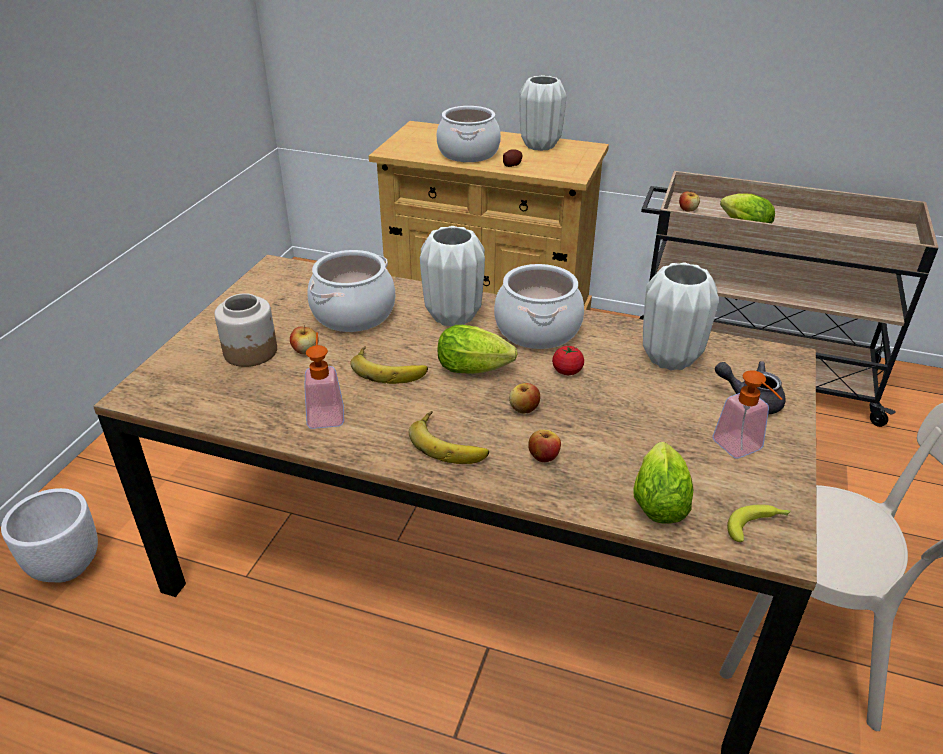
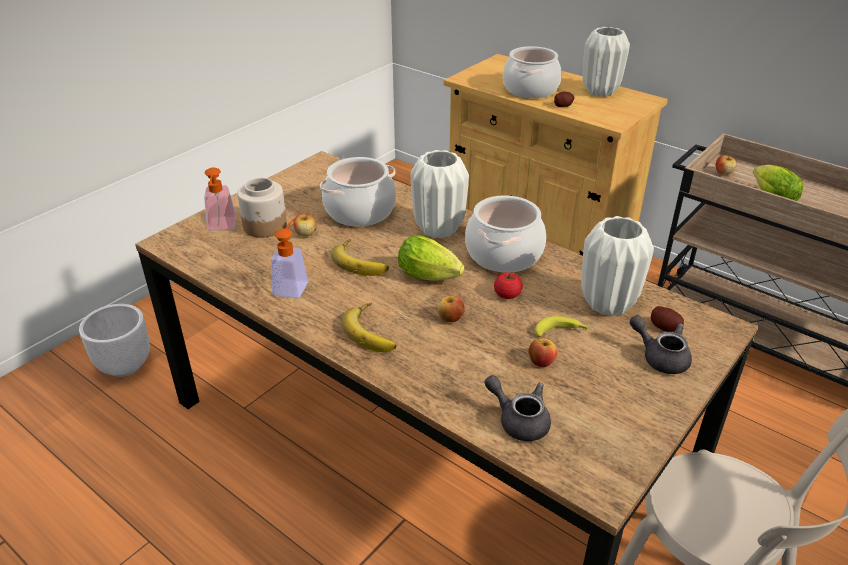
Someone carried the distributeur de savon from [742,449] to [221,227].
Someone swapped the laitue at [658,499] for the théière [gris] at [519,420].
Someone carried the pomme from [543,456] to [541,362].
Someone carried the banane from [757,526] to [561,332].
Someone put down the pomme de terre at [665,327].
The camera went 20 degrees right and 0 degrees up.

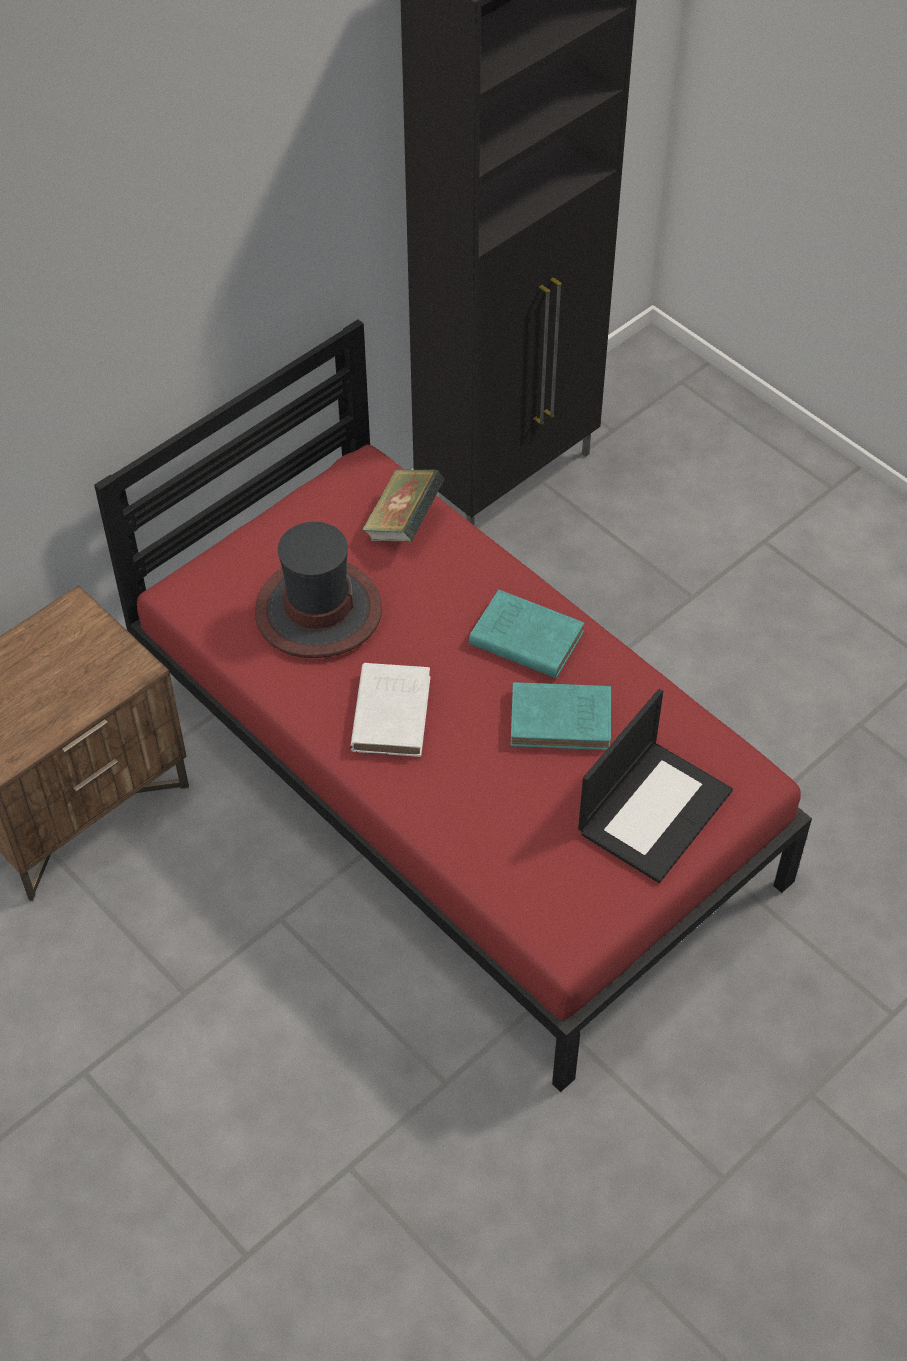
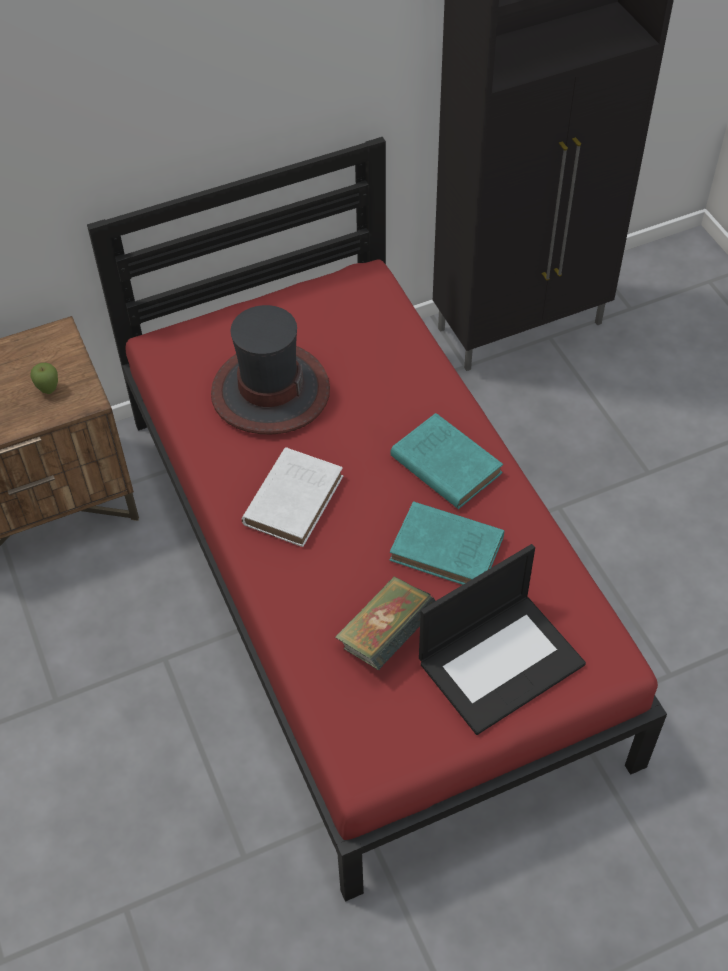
Someone put down the pomme at [49,390].
Someone carried the livre from [404,523] to [386,637].
The camera went 20 degrees right and 0 degrees up.

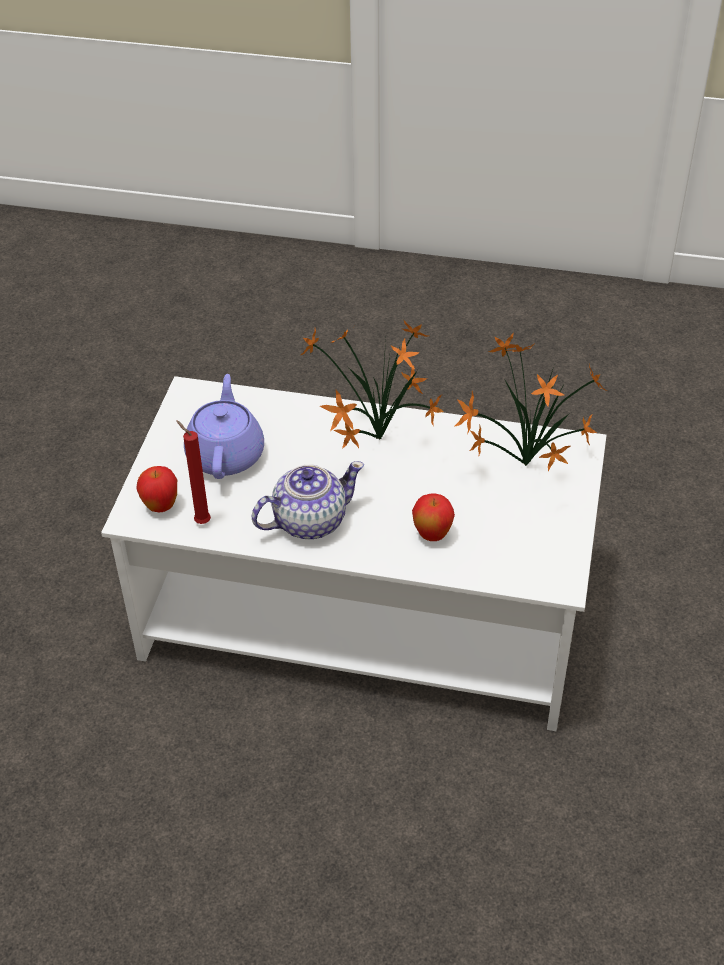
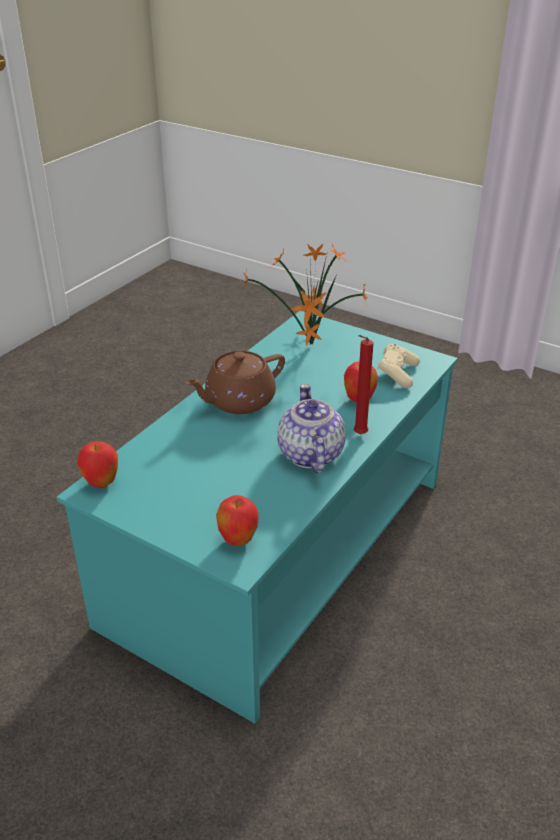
Someone repainted the table basse [blanc] at [361,610], which became the table basse [turquoise] at [278,551].
Someone put down the pomme at [101,483].
Someone swapped the plante en pot at [376,441] for the théière [marron] at [238,401].
Someone carried the bougie [rouge] from [200,521] to [358,435].
Someone put down the manette [beige] at [397,374].
Someone took away the théière [violet] at [226,454].
The camera went 70 degrees left and 10 degrees down.

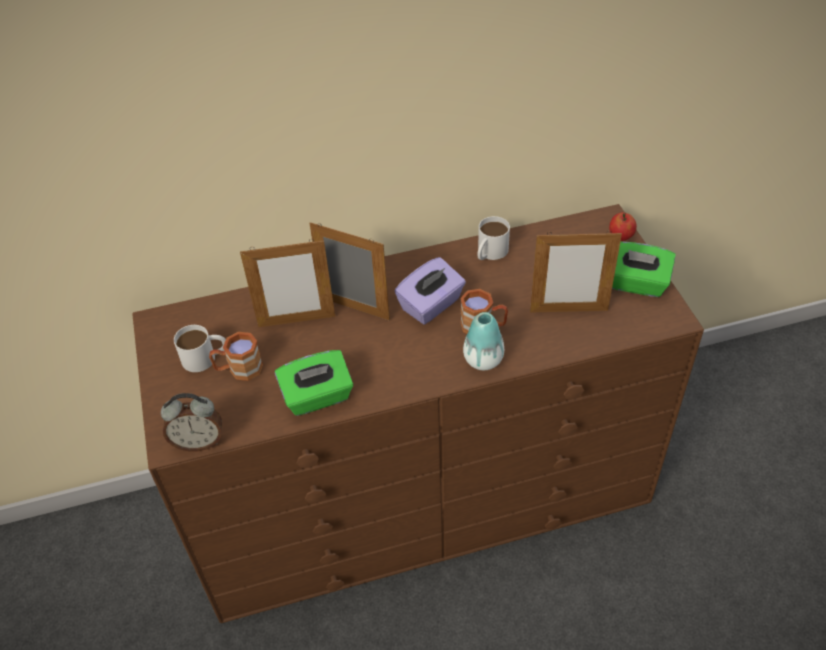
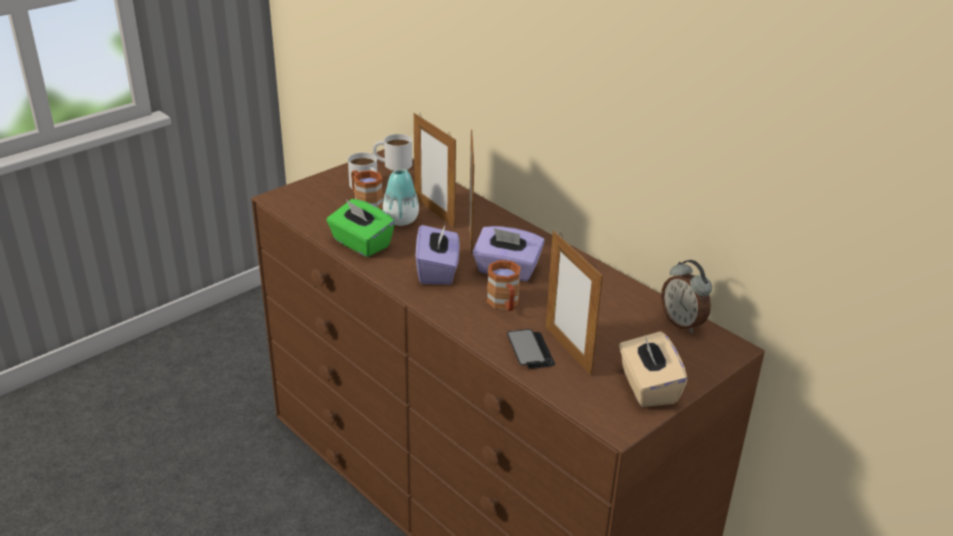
Someone carried the mug [blanc] from [489,253] to [392,164].
Someone carried the vase from [483,360] to [401,220].
Someone put down the boîte à mouchoirs [violet] at [437,271].
Someone put down the téléphone at [530,350].
Someone repainted the boîte à mouchoirs [vert] at [636,284], which became the boîte à mouchoirs [beige] at [647,387].
Someone carried the réveil from [199,442] to [683,323].
Someone took away the pomme at [621,237].
The camera went 60 degrees right and 15 degrees down.

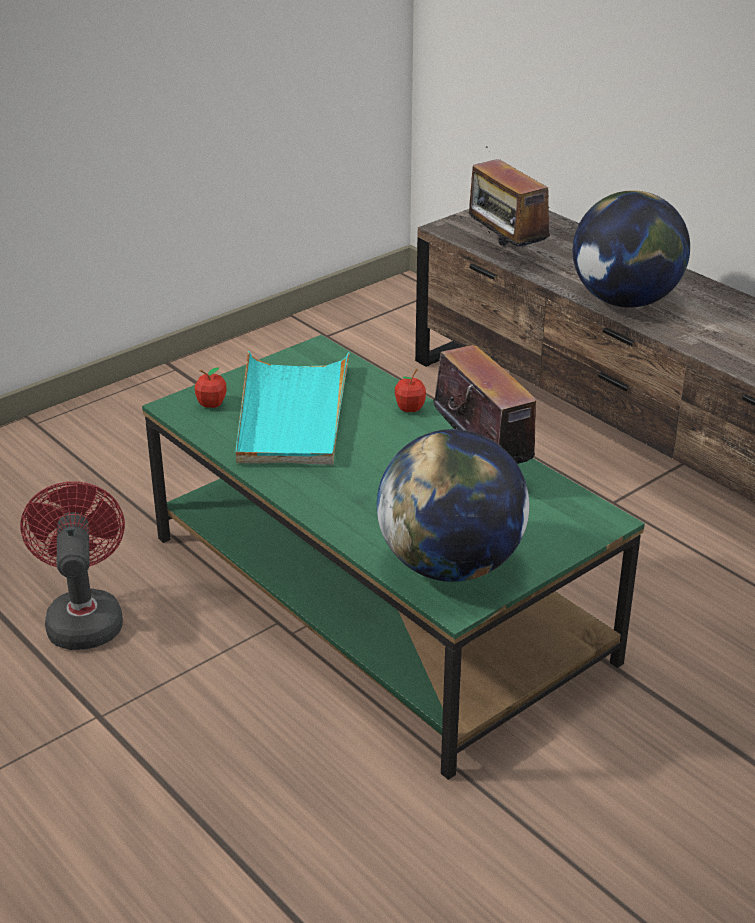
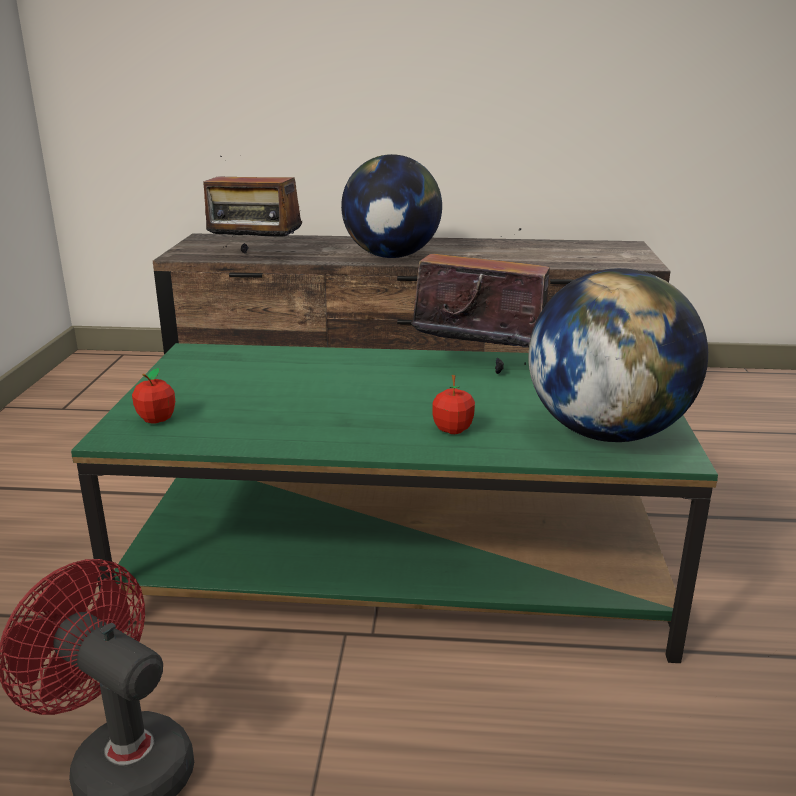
Someone carried the pomme from [410,408] to [452,430].
Someone took away the plateau [turquoise] at [292,414].
The camera went 45 degrees left and 10 degrees down.

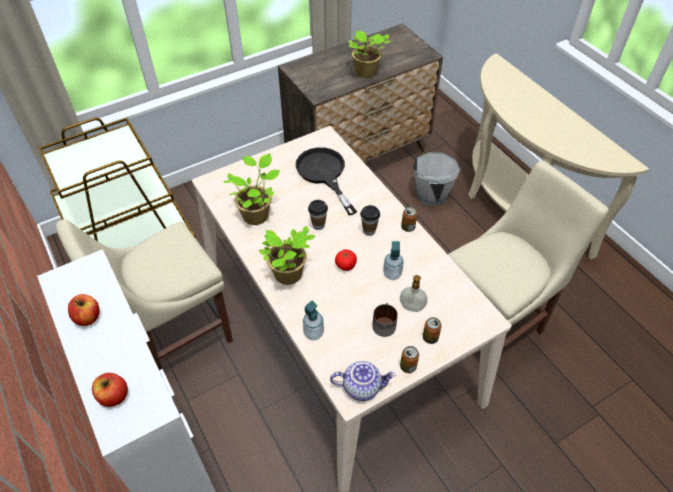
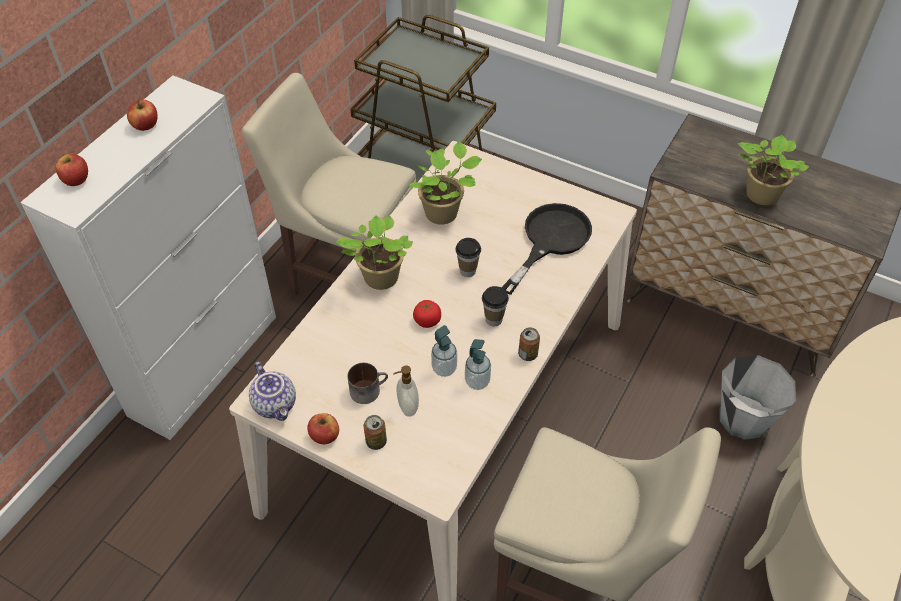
Someone swapped the boîte métallique at [408,366] for the pomme at [324,435].
Someone carried the distributeur de savon from [313,333] to [477,381].
The camera went 60 degrees right and 0 degrees up.

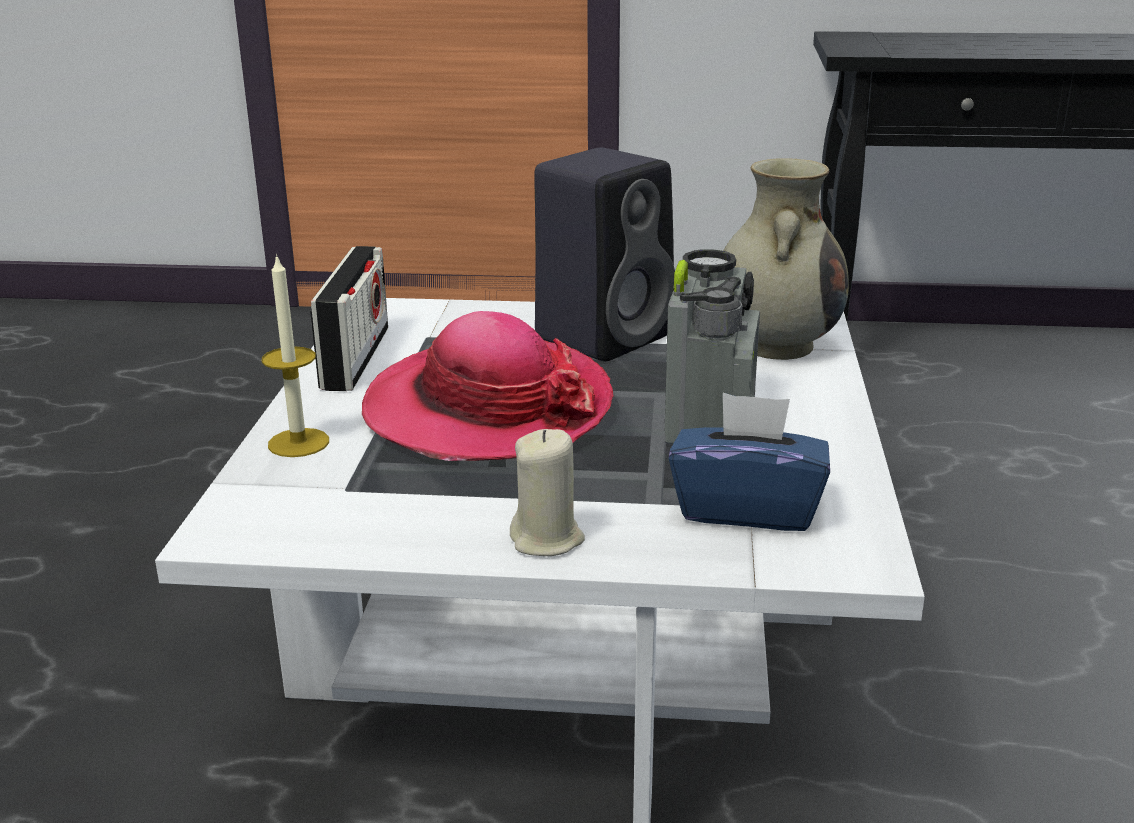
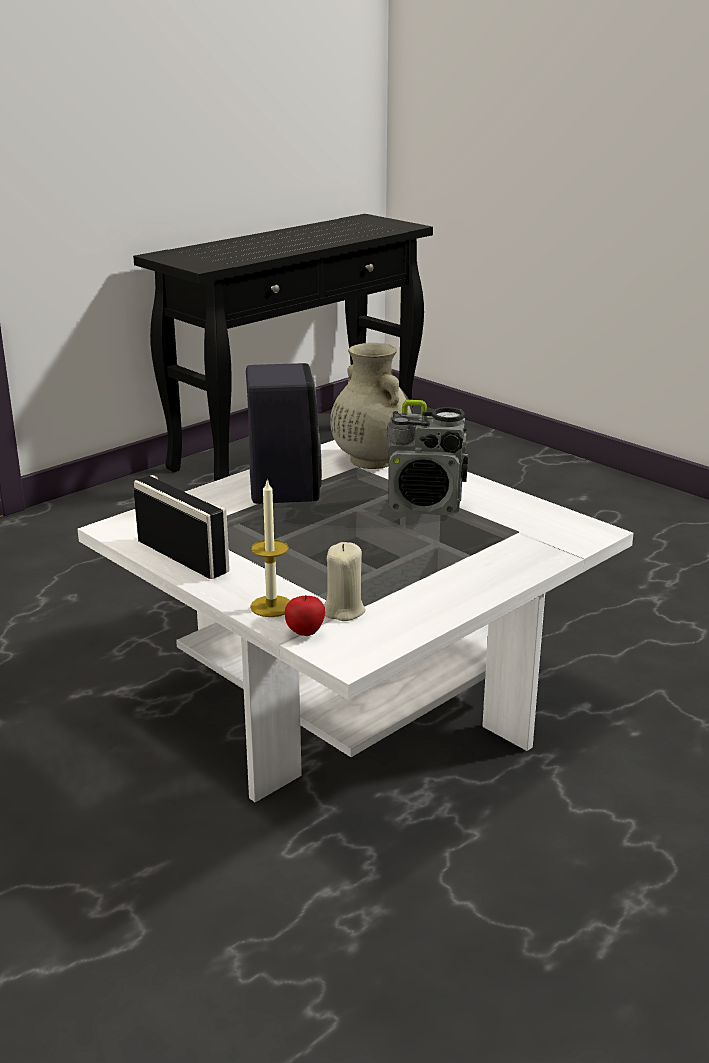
Someone put down the pomme at [305,633].
Someone carried the bougie [beige] from [547,539] to [343,610].
Someone rotated the radio at [710,421] by 135 degrees clockwise.
Someone took away the chapeau at [488,409].
Someone took away the boîte à mouchoirs [bleu] at [747,508].
The camera went 50 degrees left and 0 degrees up.

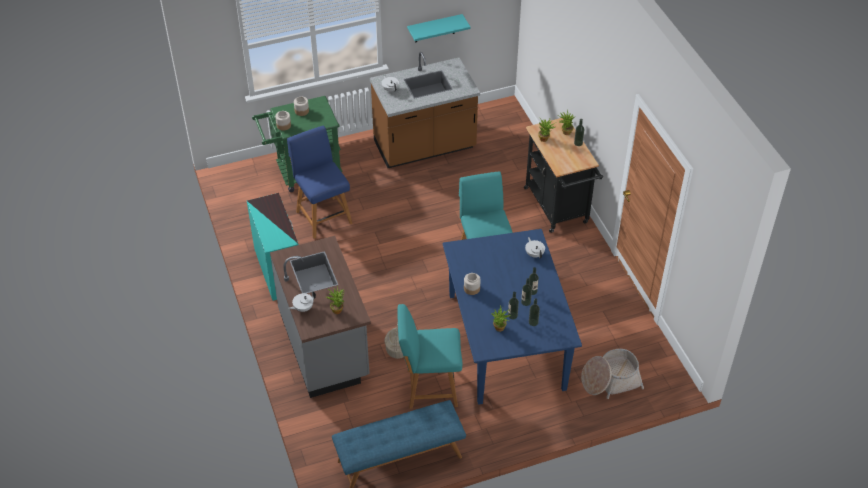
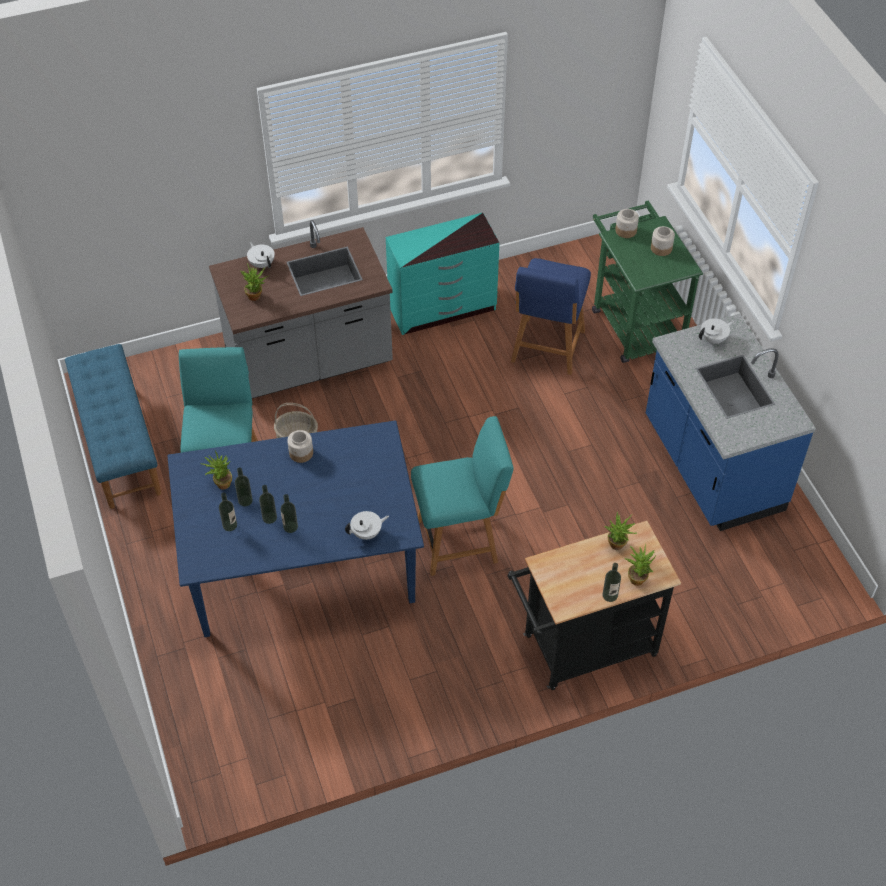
Someone rotated the chaise [bleu] at [323,216] by 135 degrees clockwise.
Someone repainted the comptoir de cuisine [marron] at [425,147], which became the comptoir de cuisine [bleu] at [711,466].
Someone took away the étagère [turquoise] at [435,28].
Someone took away the panier at [610,380].
The camera went 90 degrees right and 5 degrees up.

